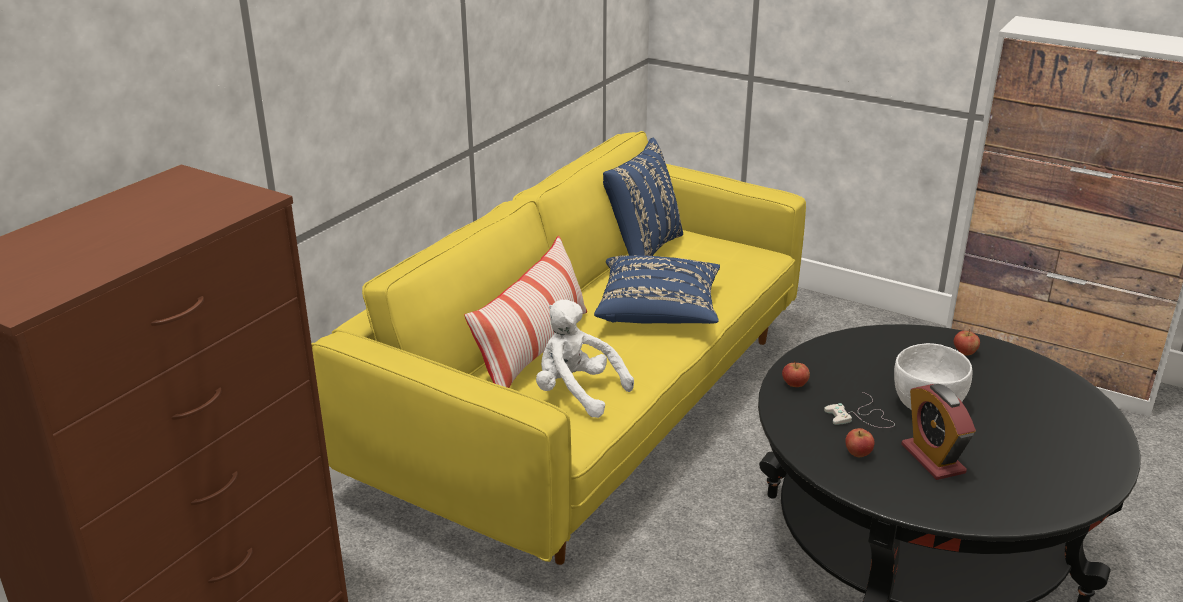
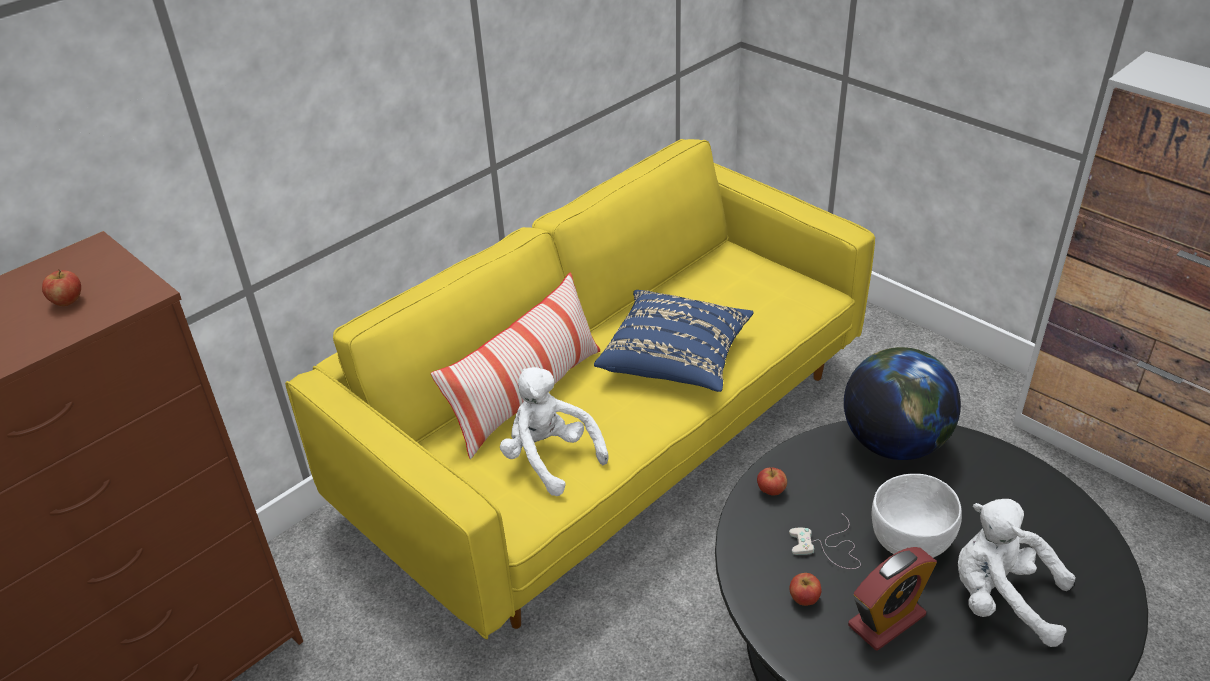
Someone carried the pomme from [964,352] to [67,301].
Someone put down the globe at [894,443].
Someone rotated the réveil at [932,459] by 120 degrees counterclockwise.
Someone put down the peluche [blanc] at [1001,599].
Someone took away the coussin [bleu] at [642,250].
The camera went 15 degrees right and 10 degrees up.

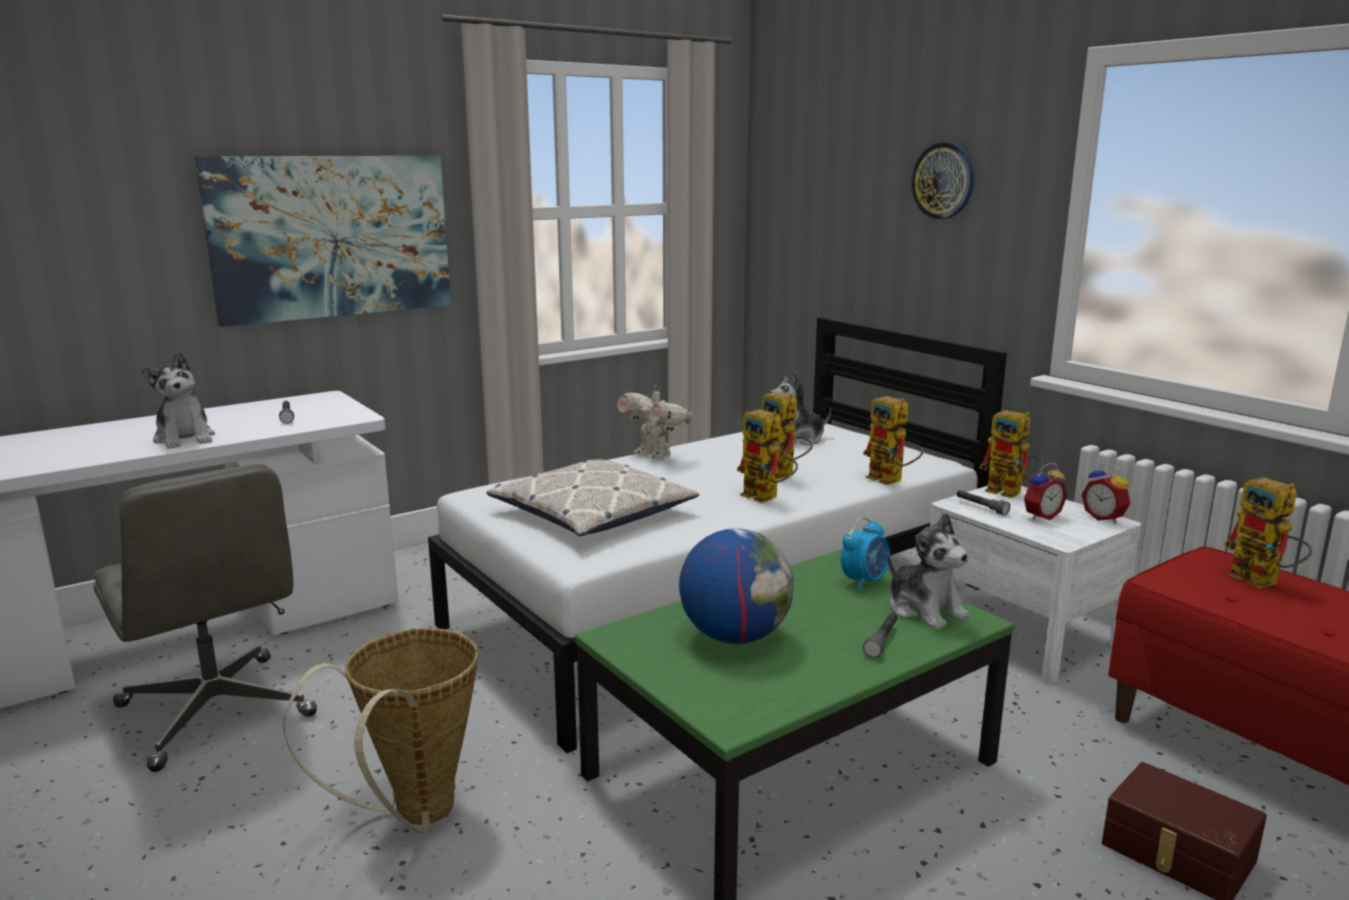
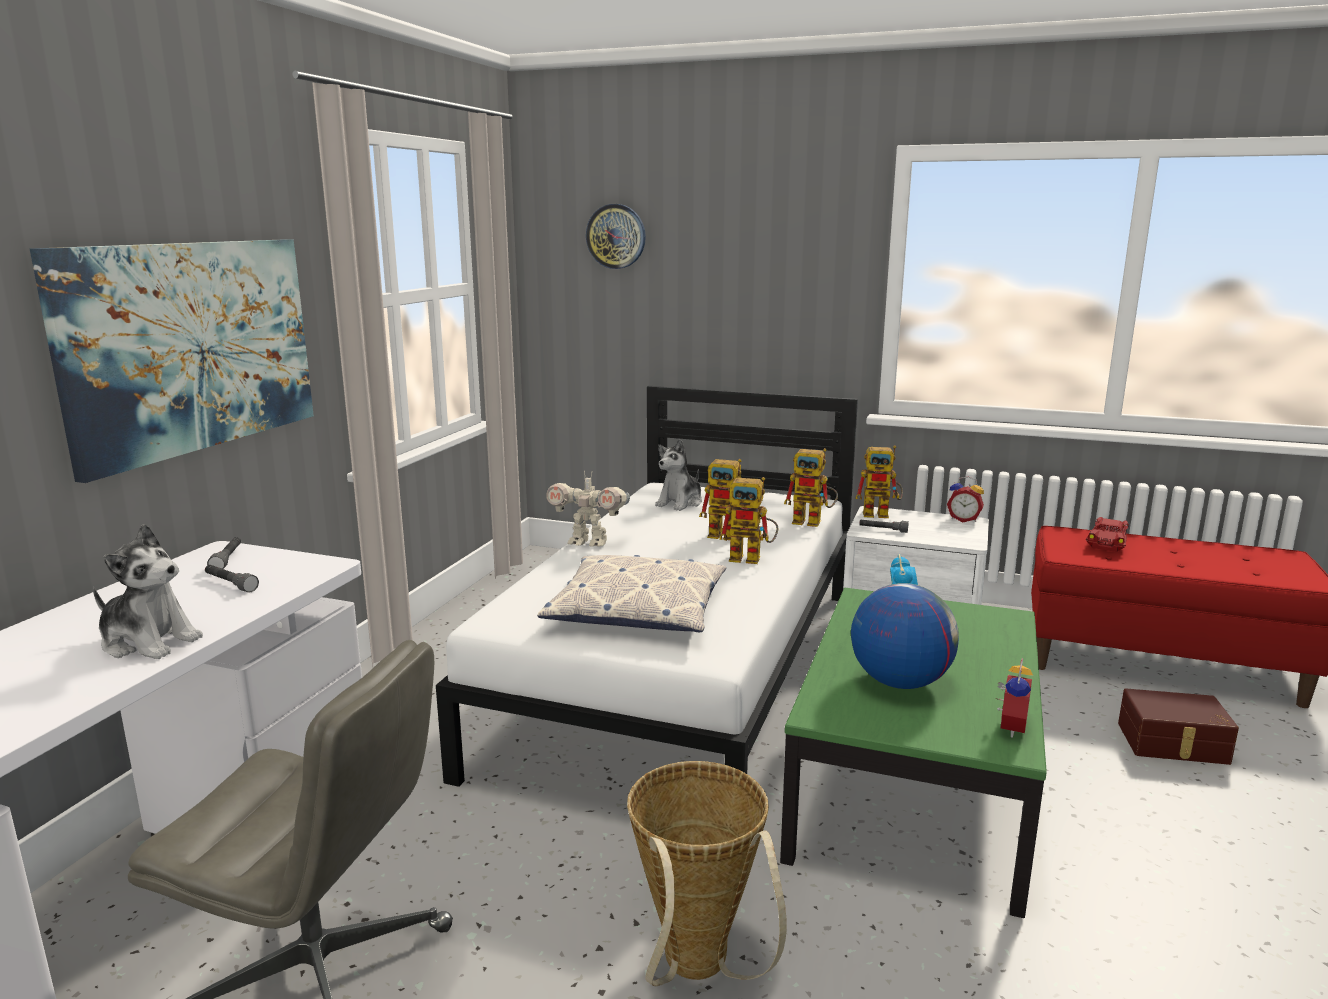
Someone carried the lampe de poche [gris] from [882,641] to [227,560].
Someone carried the horloge murale from [943,181] to [616,236].
Someone carried the réveil from [1040,516] to [1008,727].
Someone swapped the robot jouet at [1263,582] for the petite voiture [rouge] at [1108,541].
Someone took away the peluche at [925,610].
The camera went 35 degrees left and 0 degrees up.

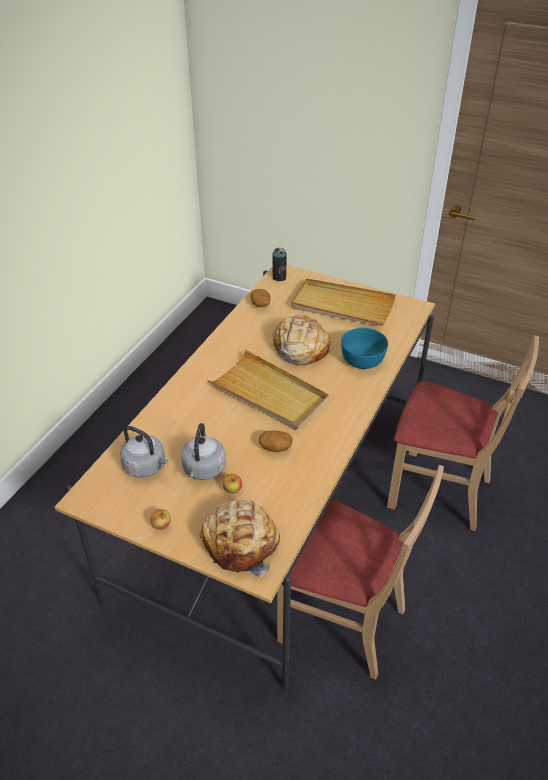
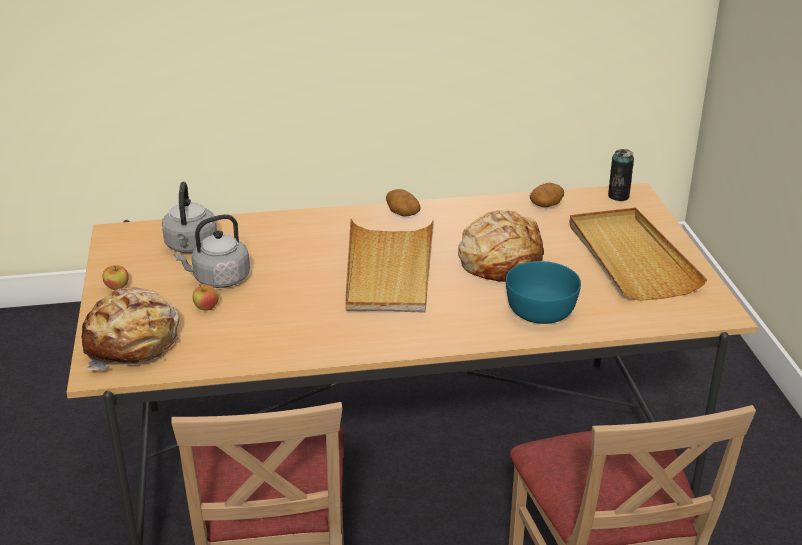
Someone carried the pomme de terre from [275,447] to [402,212].
The camera went 55 degrees right and 10 degrees down.

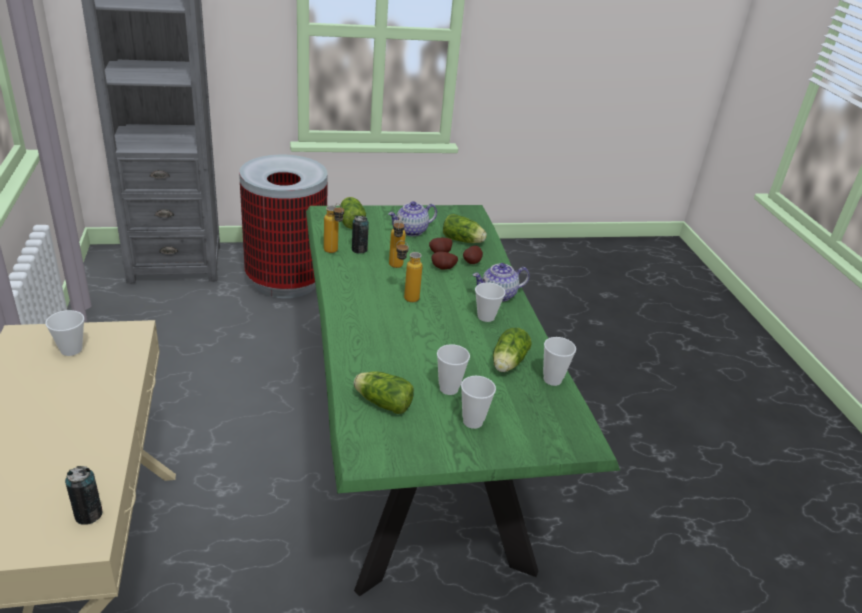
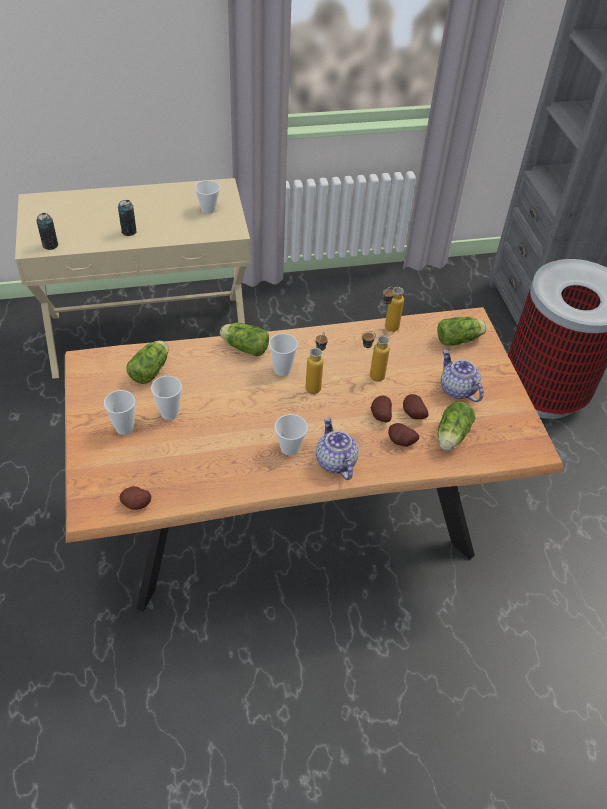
Someone repainted the table à manger [vert] at [415,446], which became the table à manger [marron] at [296,514].
Someone carried the boîte métallique from [359,250] to [129,231].
Someone put down the pomme de terre at [136,503].
Someone carried the laitue from [507,363] to [243,347].
Someone carried the tasse from [552,379] to [282,370].
The camera went 90 degrees right and 15 degrees up.

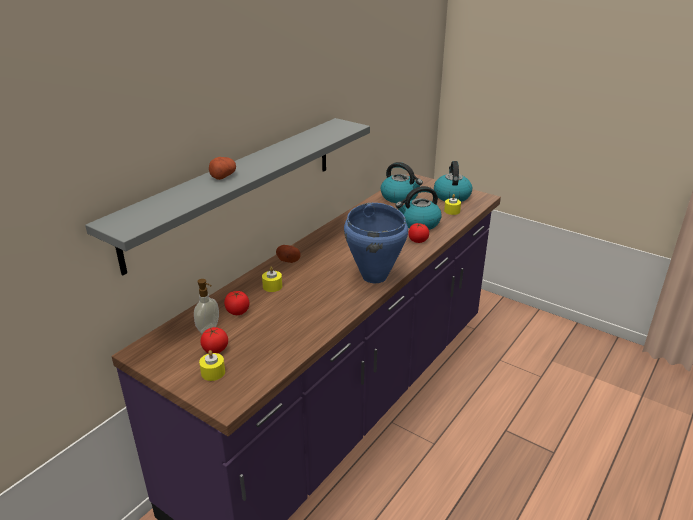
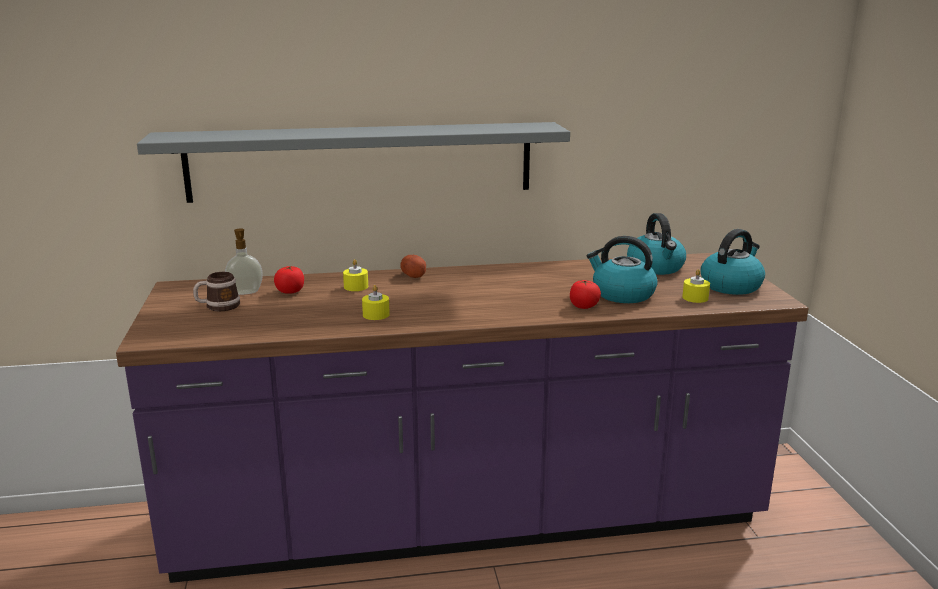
Someone swapped the tomate at [215,350] for the mug at [218,306].
Someone carried the bougie [jaune] from [213,372] to [376,315].
Someone took away the pomme de terre at [223,176].
Someone took away the marmite [bleu] at [375,276].
The camera went 45 degrees right and 10 degrees down.

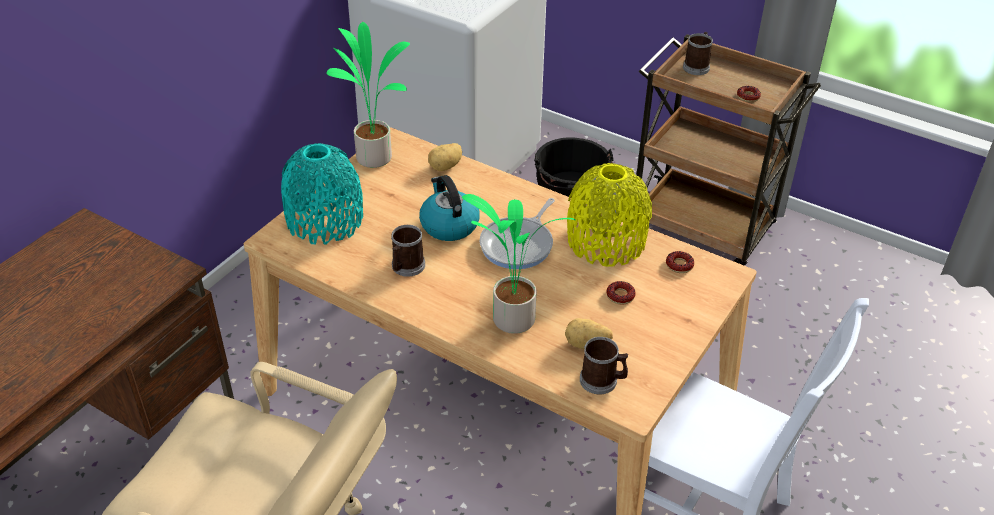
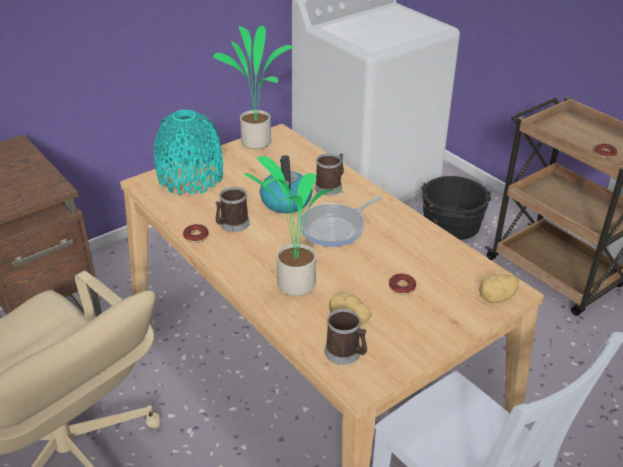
Someone carried the beignet from [679,265] to [196,236].
Someone carried the mug from [697,66] to [330,186].
Someone carried the pomme de terre from [446,166] to [497,298].
Someone took away the vase [jaune] at [606,241].
The camera went 20 degrees right and 5 degrees down.

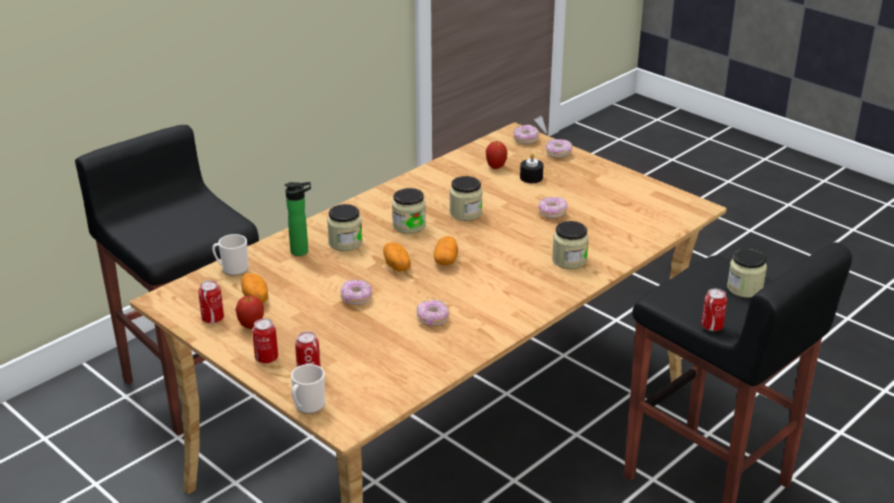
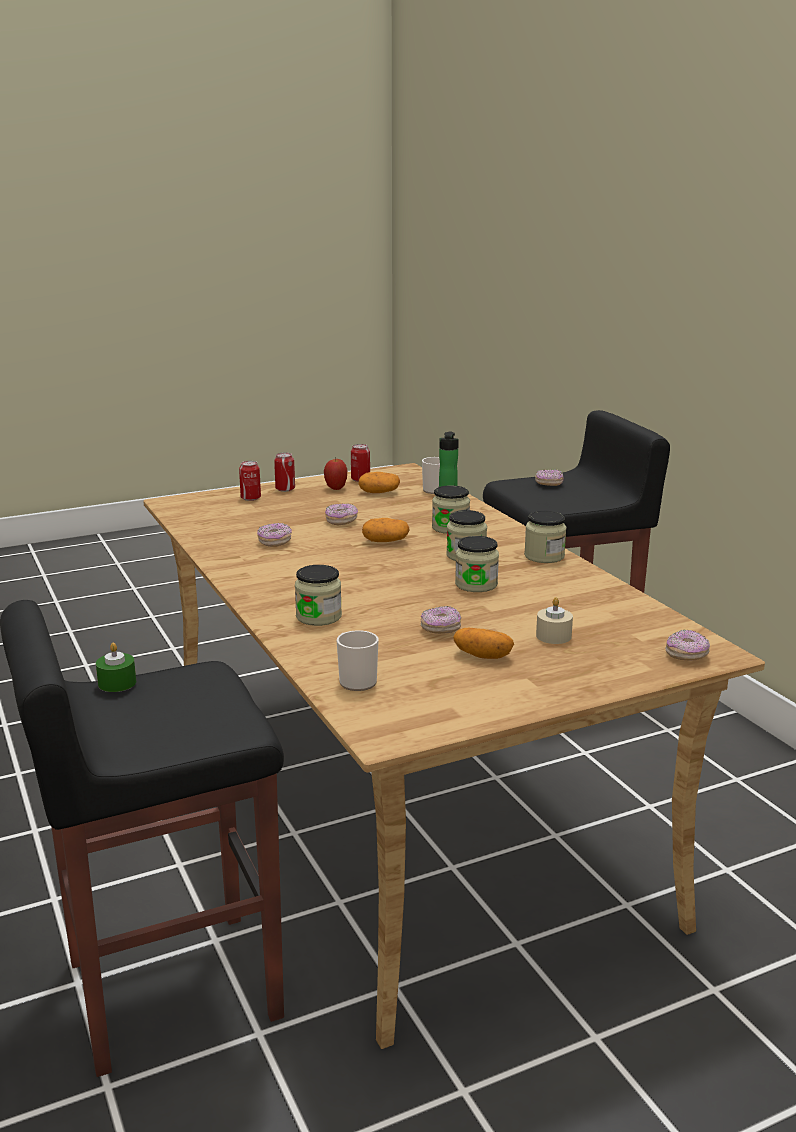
Someone swapped the boîte métallique at [712,326] for the bougie [vert] at [117,683].
Someone carried the mug from [307,406] to [355,680].
Someone carried the pomme de terre from [446,260] to [483,655].
Someone carried the bocal from [744,288] to [544,556].
Someone carried the beignet from [558,154] to [549,484].
Someone repainted the bougie [noir] at [531,177], which became the bougie [beige] at [553,636].
Someone took away the pomme at [496,167].
The camera went 110 degrees right and 10 degrees down.

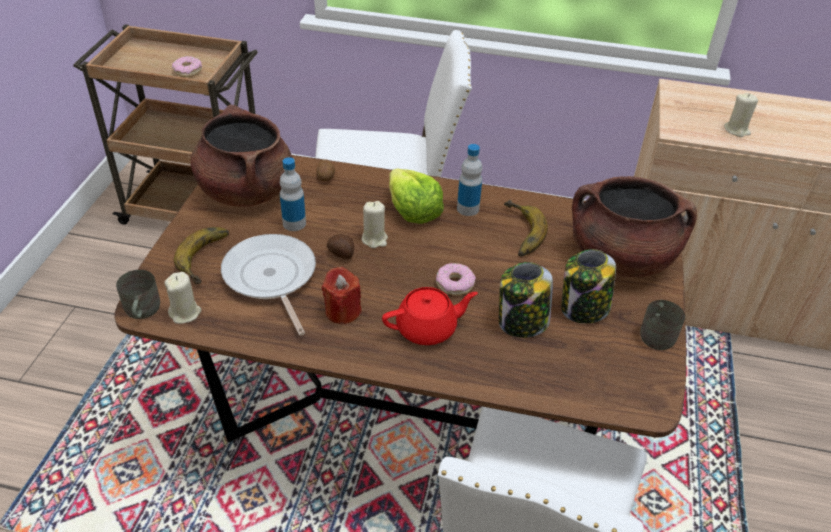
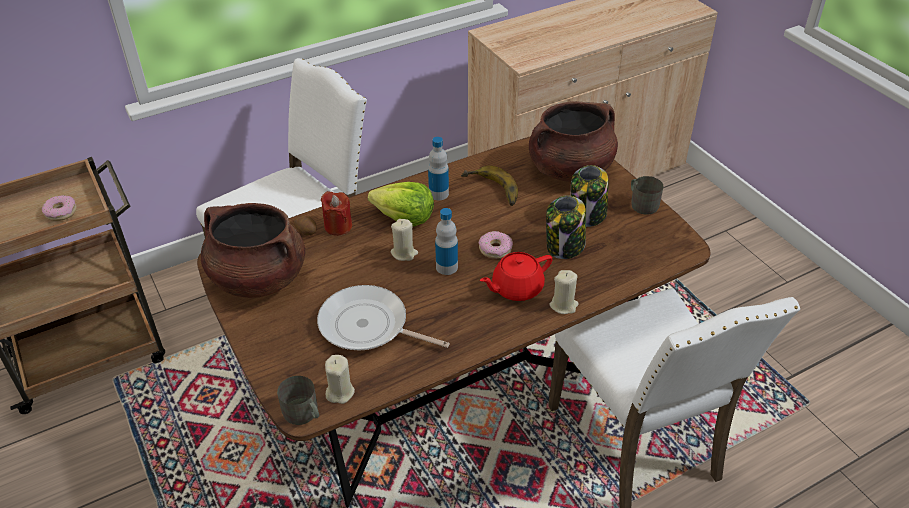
Someone carried the bougie [rouge] from [342,311] to [338,226].
Someone carried the bouteille from [294,223] to [446,267].
Someone rotated the théière [rouge] at [427,329] by 150 degrees counterclockwise.
Someone carried the bougie [beige] from [736,130] to [563,305].
Someone took away the banane at [209,258].
Someone took away the pomme de terre at [342,254].
The camera went 40 degrees left and 0 degrees up.

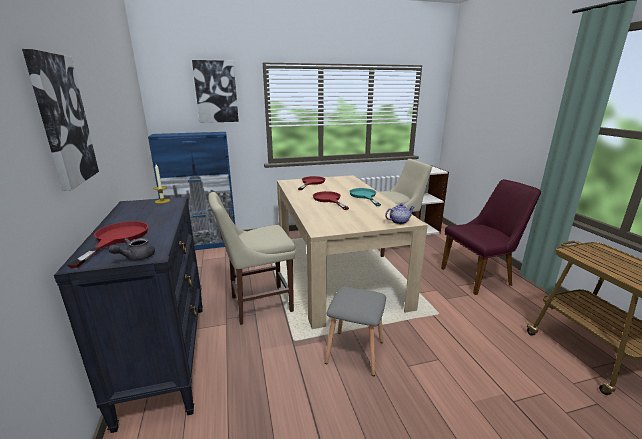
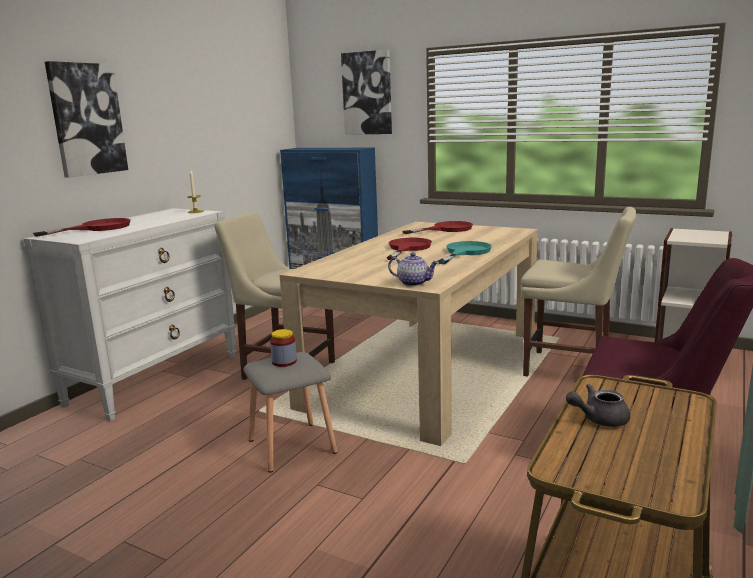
Someone repainted the commode [noir] at [166,357], which became the commode [blanc] at [155,378].
Someone put down the bocal at [284,362].
Someone carried the théière [gris] from [136,257] to [598,419].
The camera went 45 degrees right and 5 degrees down.

